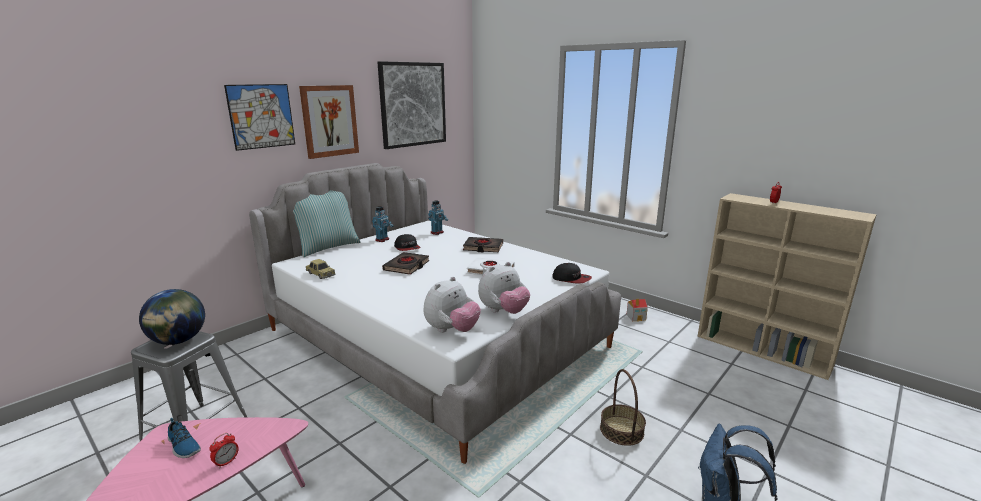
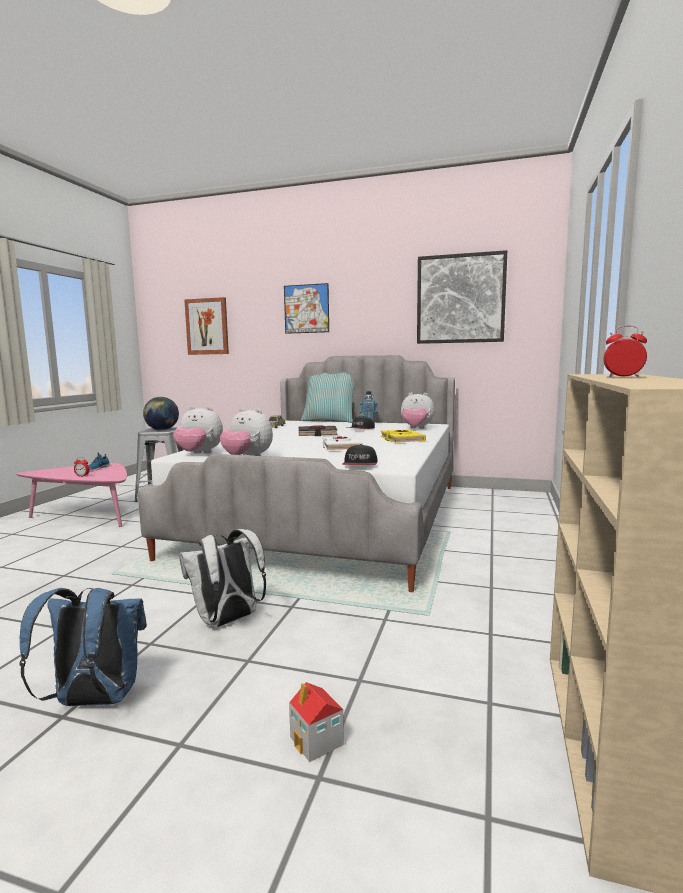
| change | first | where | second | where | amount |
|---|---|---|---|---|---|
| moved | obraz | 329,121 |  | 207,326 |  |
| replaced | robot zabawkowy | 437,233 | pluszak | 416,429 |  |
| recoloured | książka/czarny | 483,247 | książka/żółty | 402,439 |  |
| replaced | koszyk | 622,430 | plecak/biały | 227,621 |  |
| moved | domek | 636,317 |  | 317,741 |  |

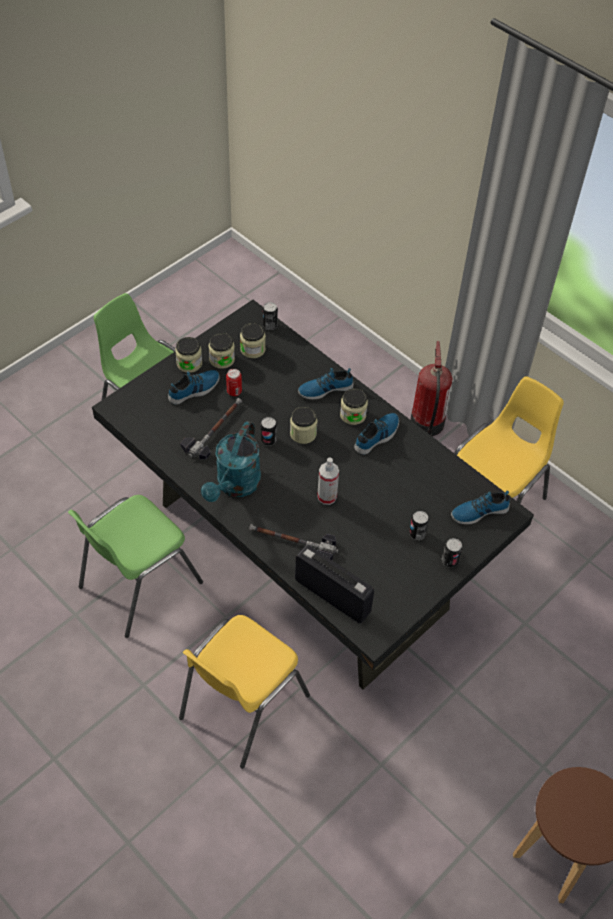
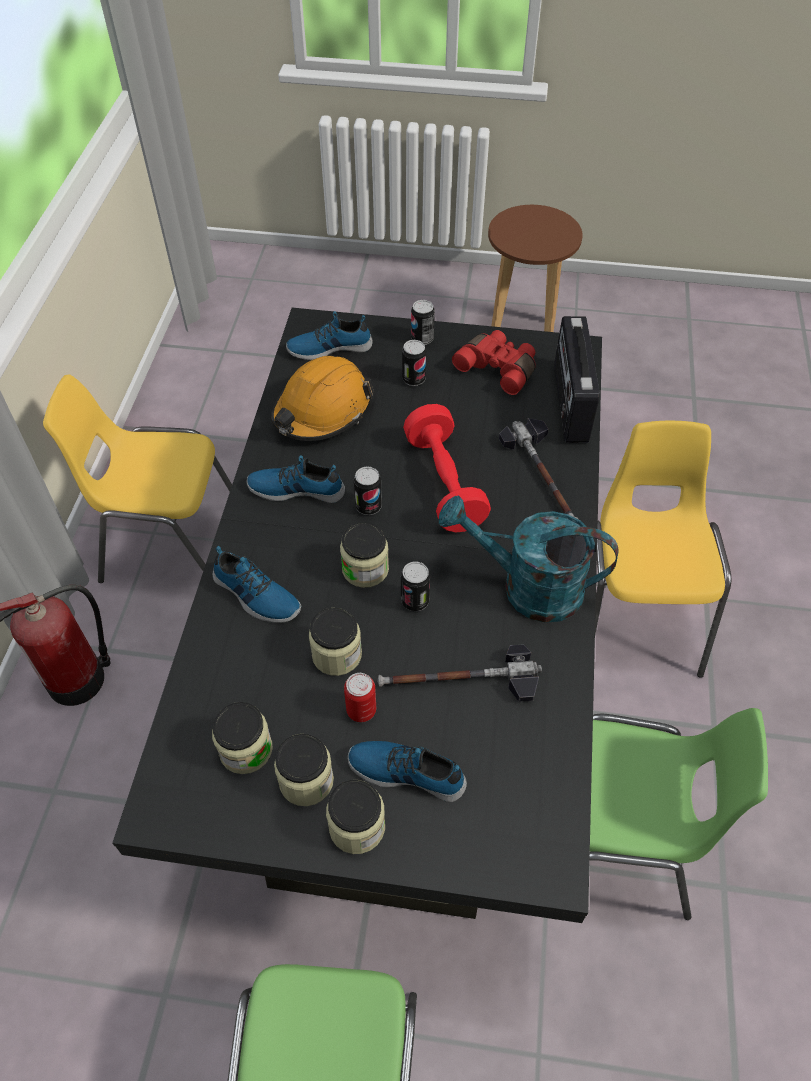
| change | first | where | second | where | amount |
|---|---|---|---|---|---|
| turned | krzesło/żółty | 242,706 |  | 634,616 | 90 degrees counterclockwise |
| turned | konewka/turkusowy | 235,486 |  | 527,587 | 150 degrees counterclockwise |
| moved | puszka | 270,325 |  | 368,506 |  |
| replaced | spryskiwacz | 327,497 | hantel/czerwony | 444,483 |  |
| moved | słoik | 353,415 |  | 337,654 |  |
| turned | but | 479,511 |  | 329,347 | 135 degrees clockwise |
| added |  |  | kask/pomarańczowy | 321,411 |  |
| added |  |  | lornetka/czerwony | 498,368 |  |

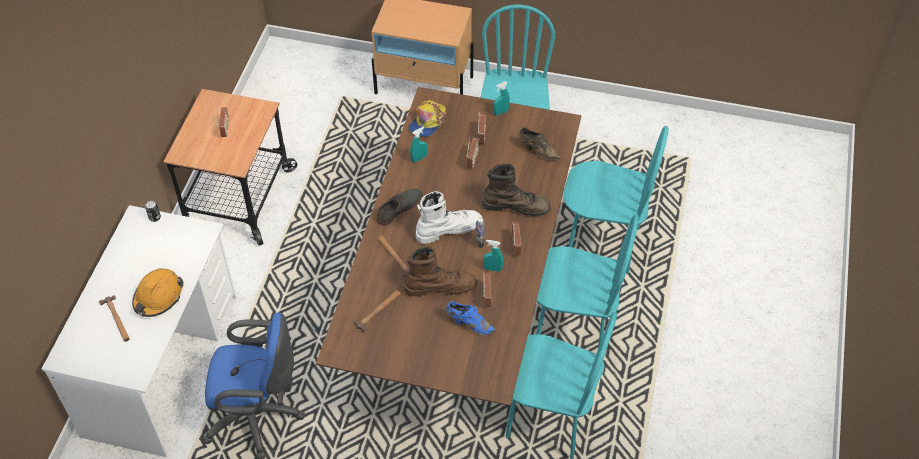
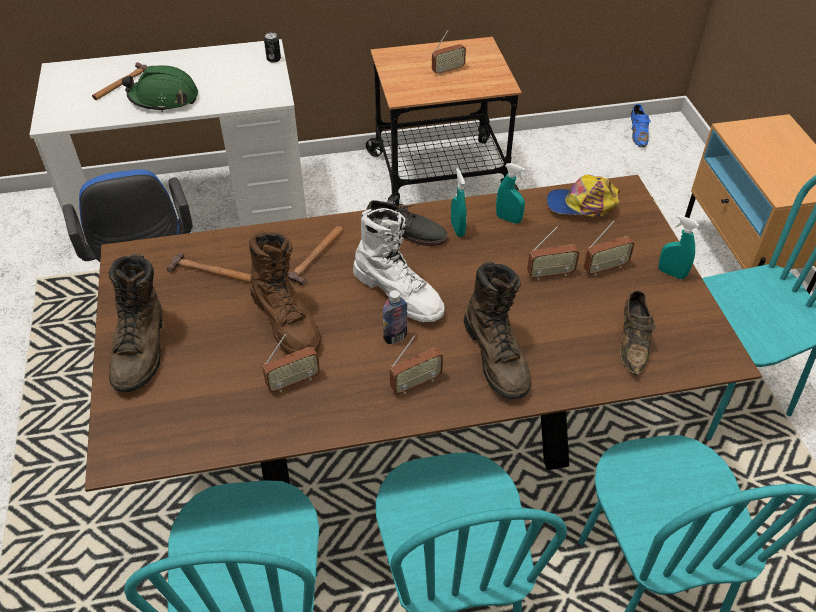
| change | first | where | second | where | amount |
|---|---|---|---|---|---|
| recoloured | kask/pomarańczowy | 158,297 | kask/zielony | 164,98 |  |
| moved | but/niebieski | 469,324 |  | 637,135 |  |
| moved | spryskiwacz/turkusowy | 492,269 |  | 457,229 |  |
| added |  |  | but z cholewką/brązowy | 142,349 |  |

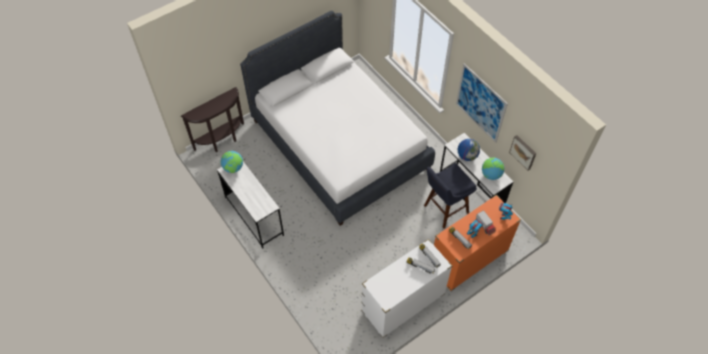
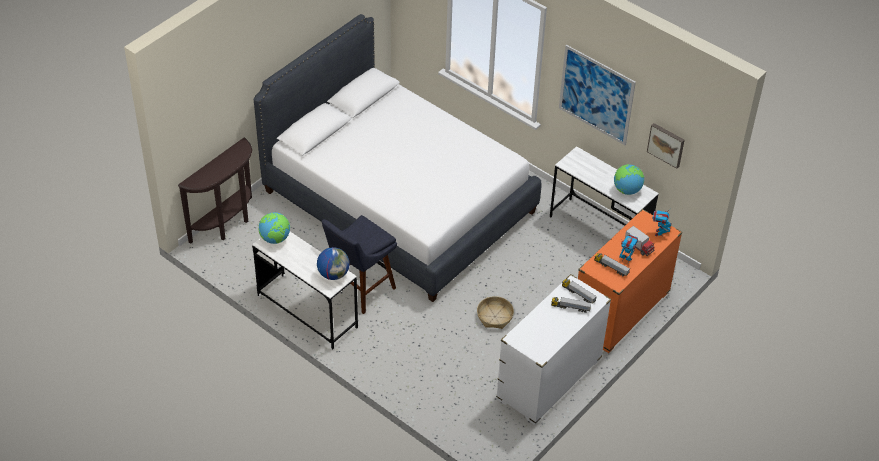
| change | first | where | second | where | amount |
|---|---|---|---|---|---|
| moved | stołek/niebieski | 444,210 |  | 360,291 |  |
| moved | globus | 467,156 |  | 333,274 |  |
| added |  |  | koszyk | 494,316 |  |

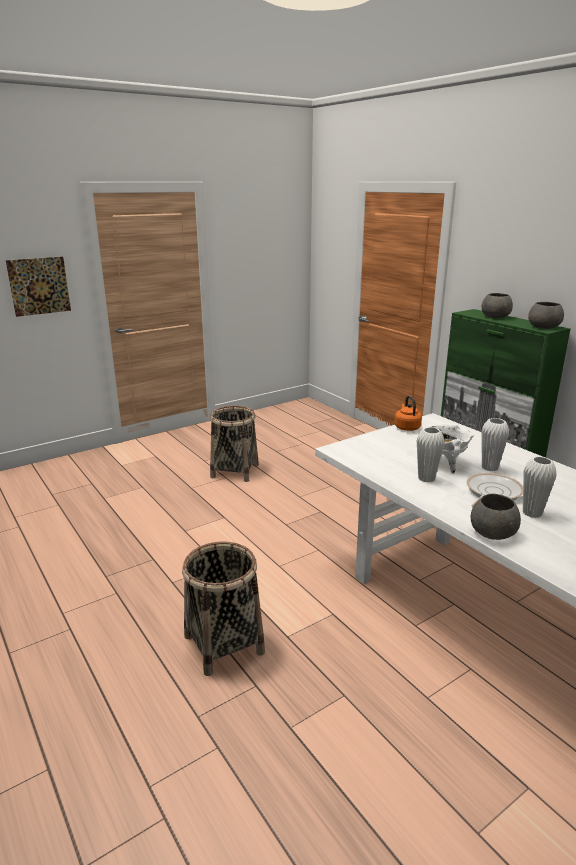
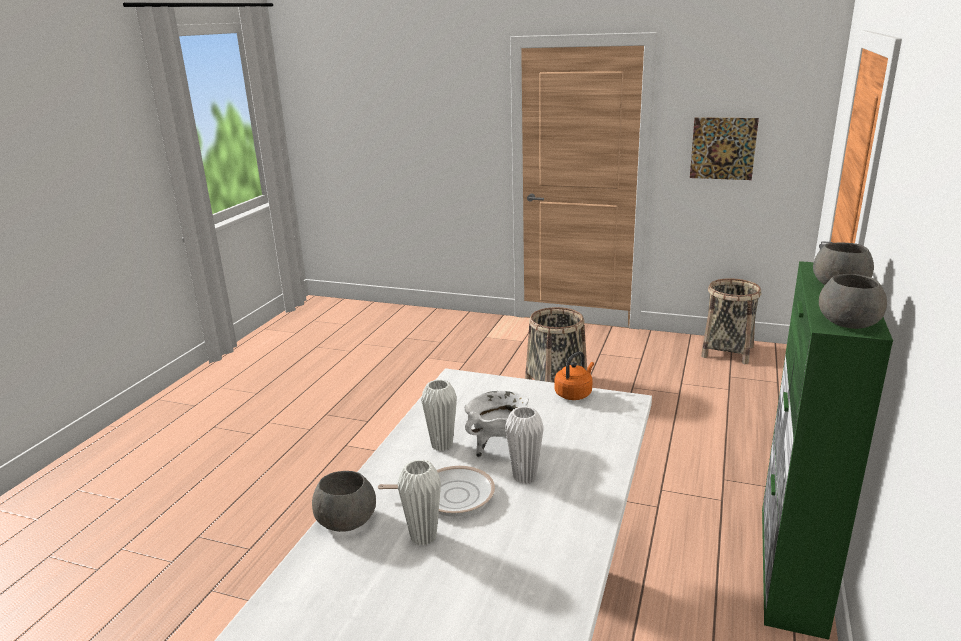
| change | first | where | second | where | amount |
|---|---|---|---|---|---|
| moved | obraz | 39,286 |  | 723,148 |  |
| moved | koszyk | 224,644 |  | 727,352 |  |

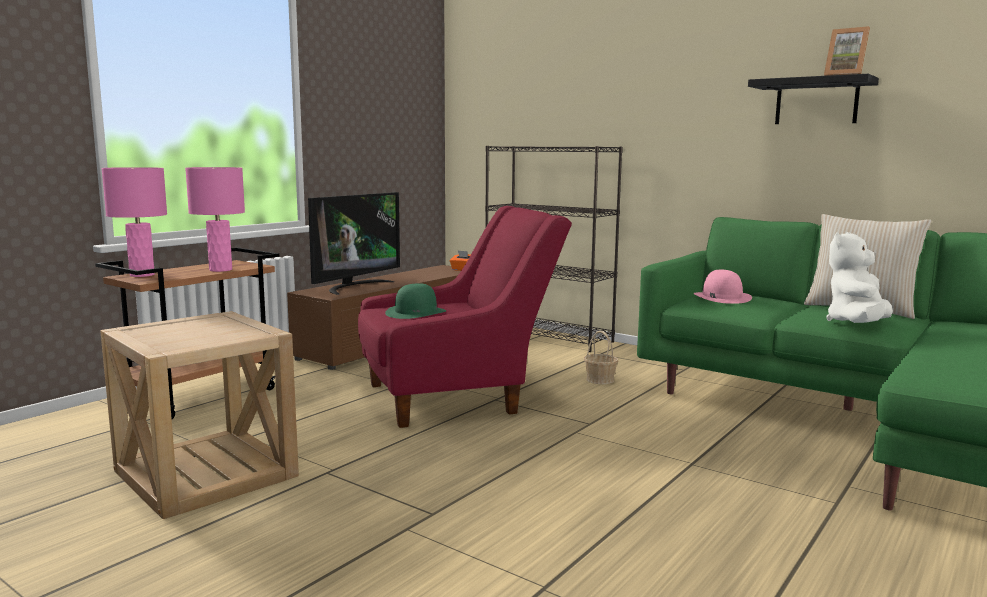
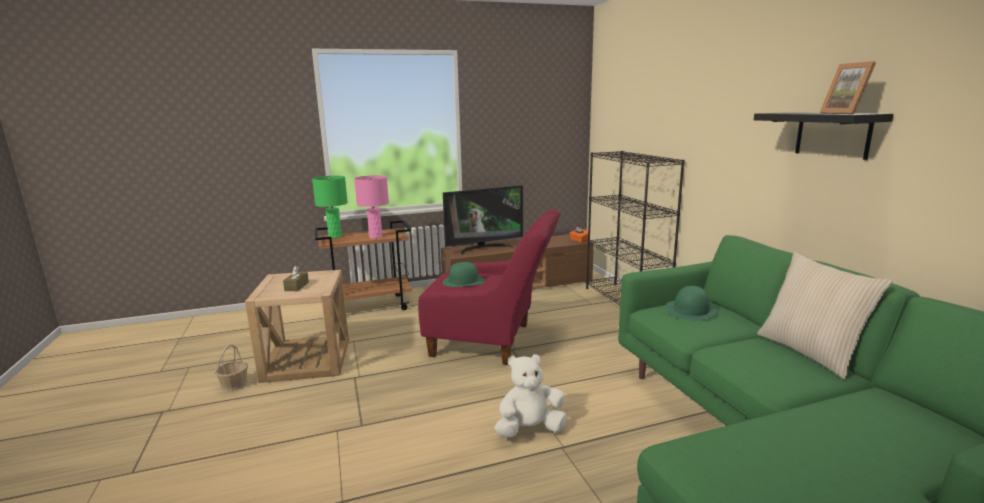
| change | first | where | second | where | amount |
|---|---|---|---|---|---|
| recoloured | lampa stołowa/różowy | 142,275 | lampa stołowa/zielony | 335,236 |  |
| moved | koszyk | 600,380 |  | 234,385 |  |
| recoloured | kapelusz/różowy | 721,297 | kapelusz/zielony | 691,310 |  |
| moved | pluszak/biały | 857,324 |  | 530,430 |  |
| added |  |  | pudełko chusteczek/brązowy | 296,286 |  |

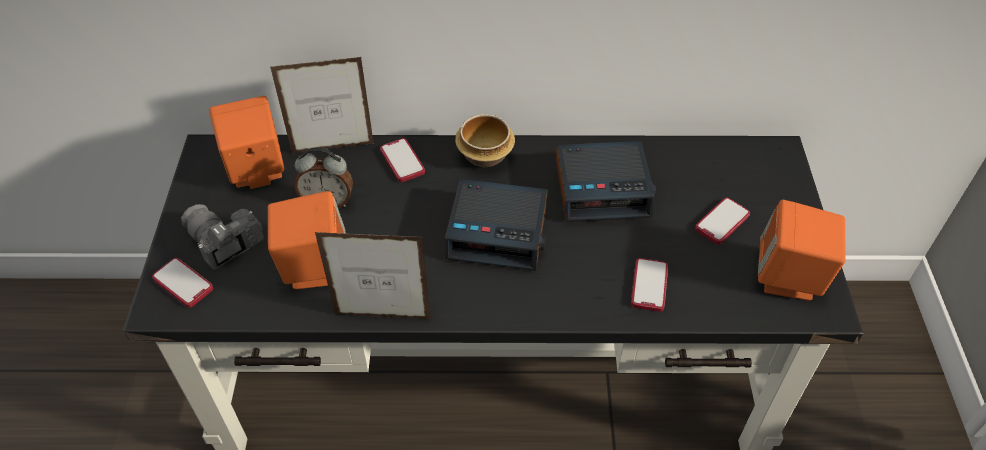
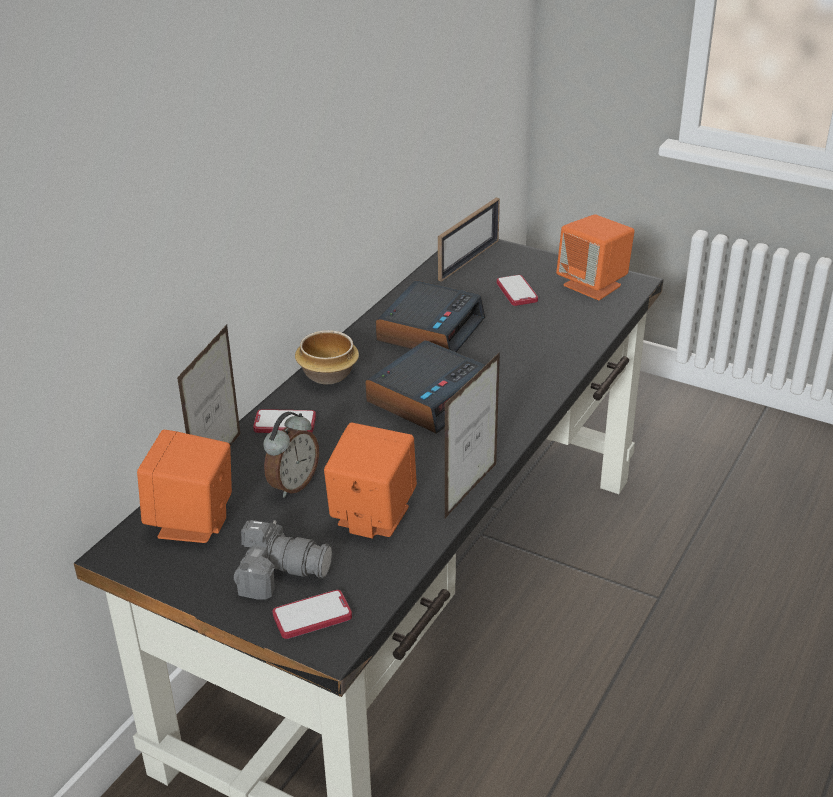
| change | first | where | second | where | amount |
|---|---|---|---|---|---|
| turned | aparat fotograficzny | 223,243 |  | 280,572 | 150 degrees counterclockwise |
| removed | telefon | 649,286 |  |  |  |
| added |  |  | ramka na zdjęcie | 469,260 |  |

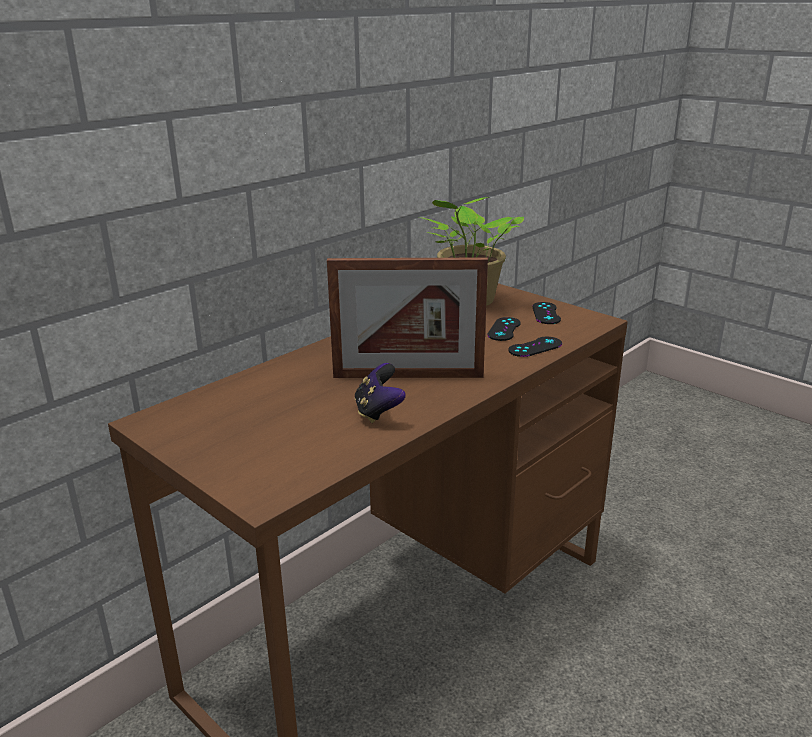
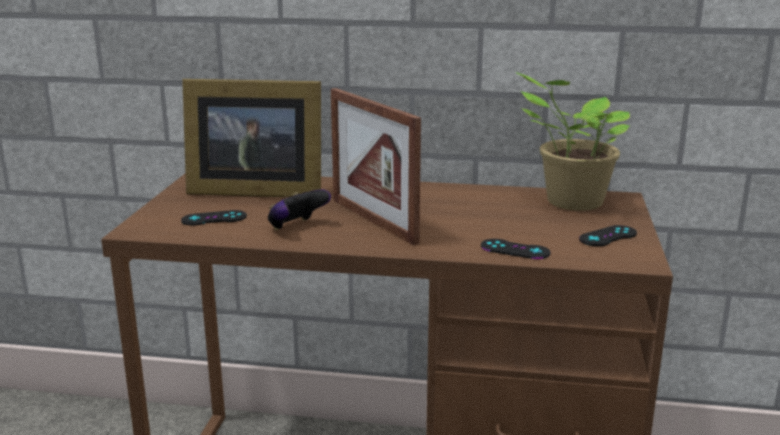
| change | first | where | second | where | amount |
|---|---|---|---|---|---|
| moved | pad do gier/czarny | 504,329 |  | 214,218 |  |
| added |  |  | ramka na zdjęcie | 253,190 |  |

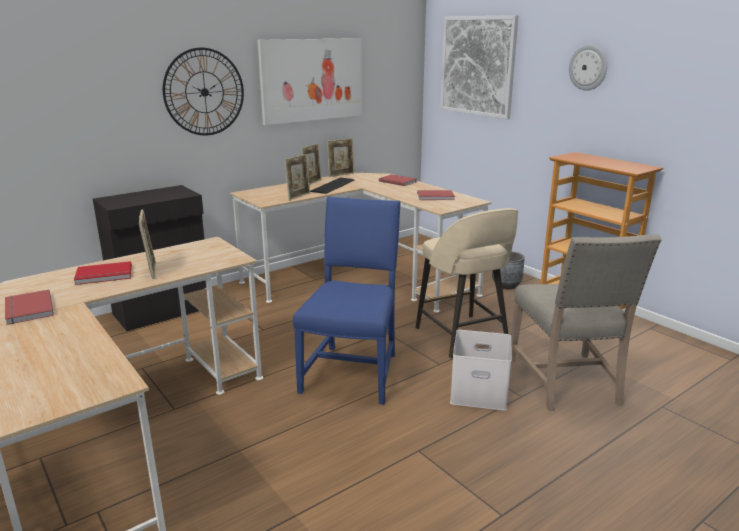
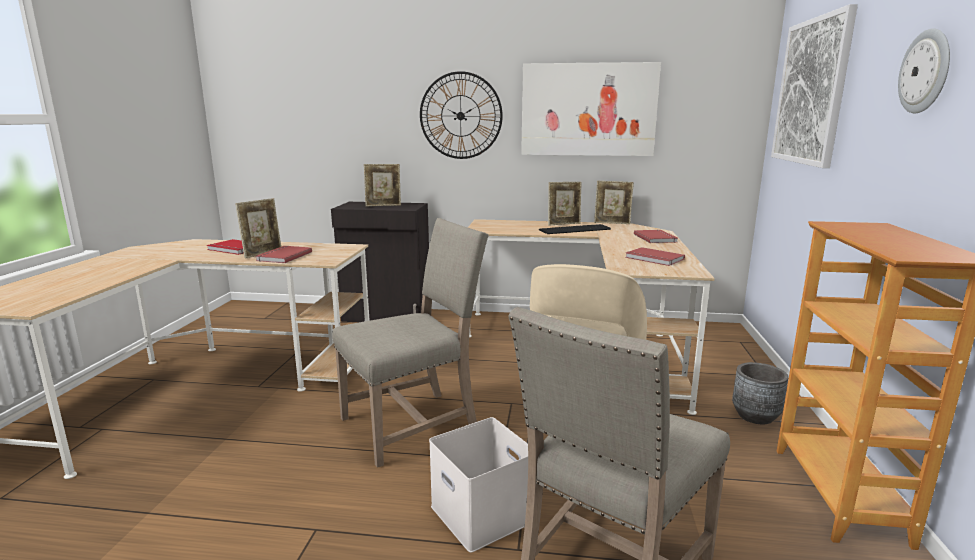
| change | first | where | second | where | amount |
|---|---|---|---|---|---|
| moved | książka/czerwony | 27,309 |  | 283,256 |  |
| moved | ramka na zdjęcie | 298,196 |  | 383,205 |  |
| recoloured | krzesło/niebieski | 352,371 | krzesło/beżowy | 414,423 |  |

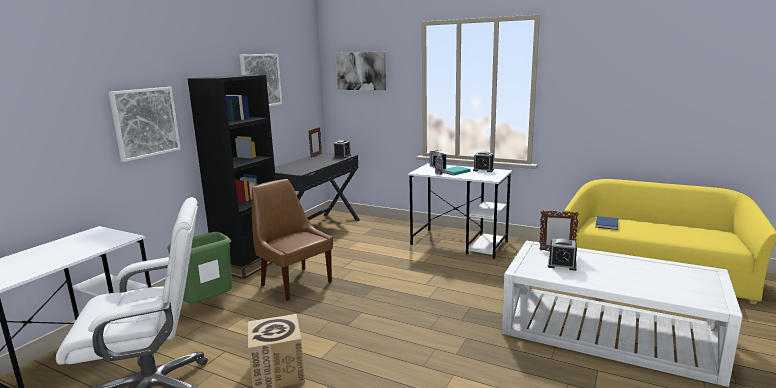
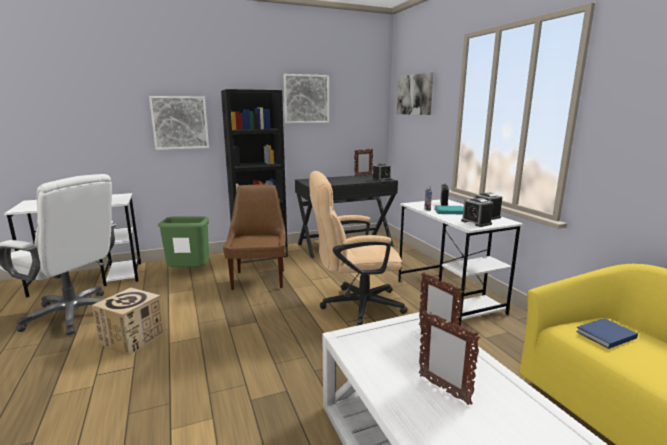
| change | first | where | second | where | amount |
|---|---|---|---|---|---|
| moved | budzik | 562,265 |  | 476,222 |  |
| added |  |  | krzesło biurowe/beżowy | 354,305 |  |
| added |  |  | ramka na zdjęcie | 443,389 |  |

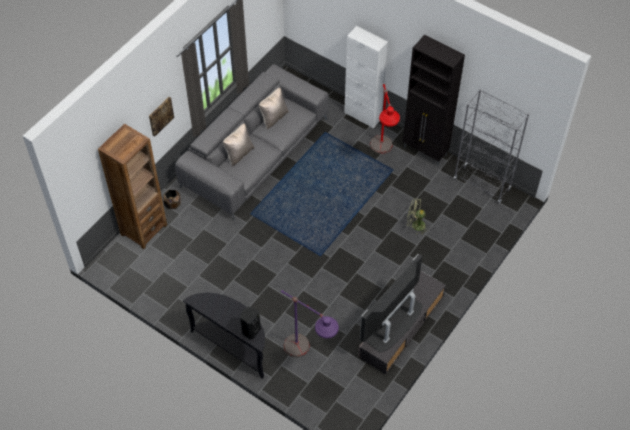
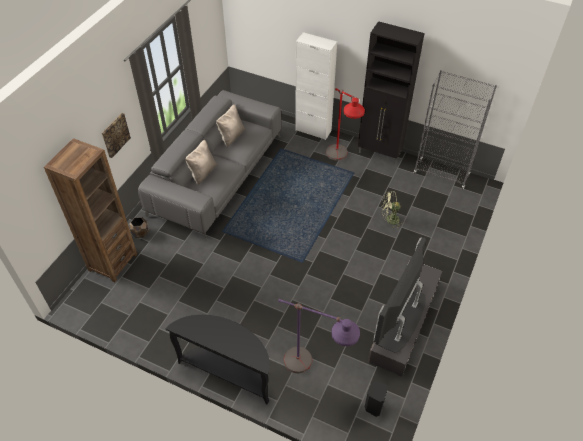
| change | first | where | second | where | amount |
|---|---|---|---|---|---|
| moved | głośnik/czarny | 250,330 |  | 373,406 |  |

